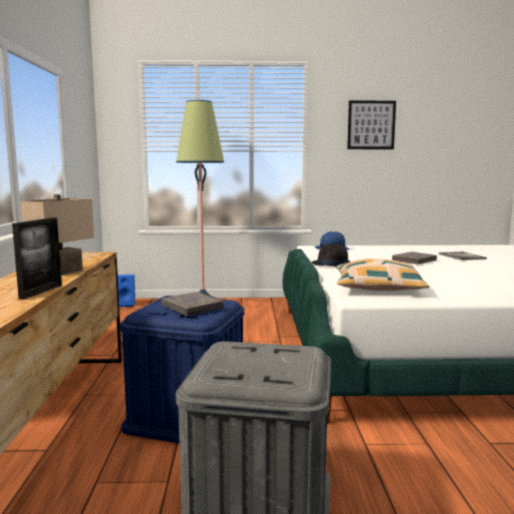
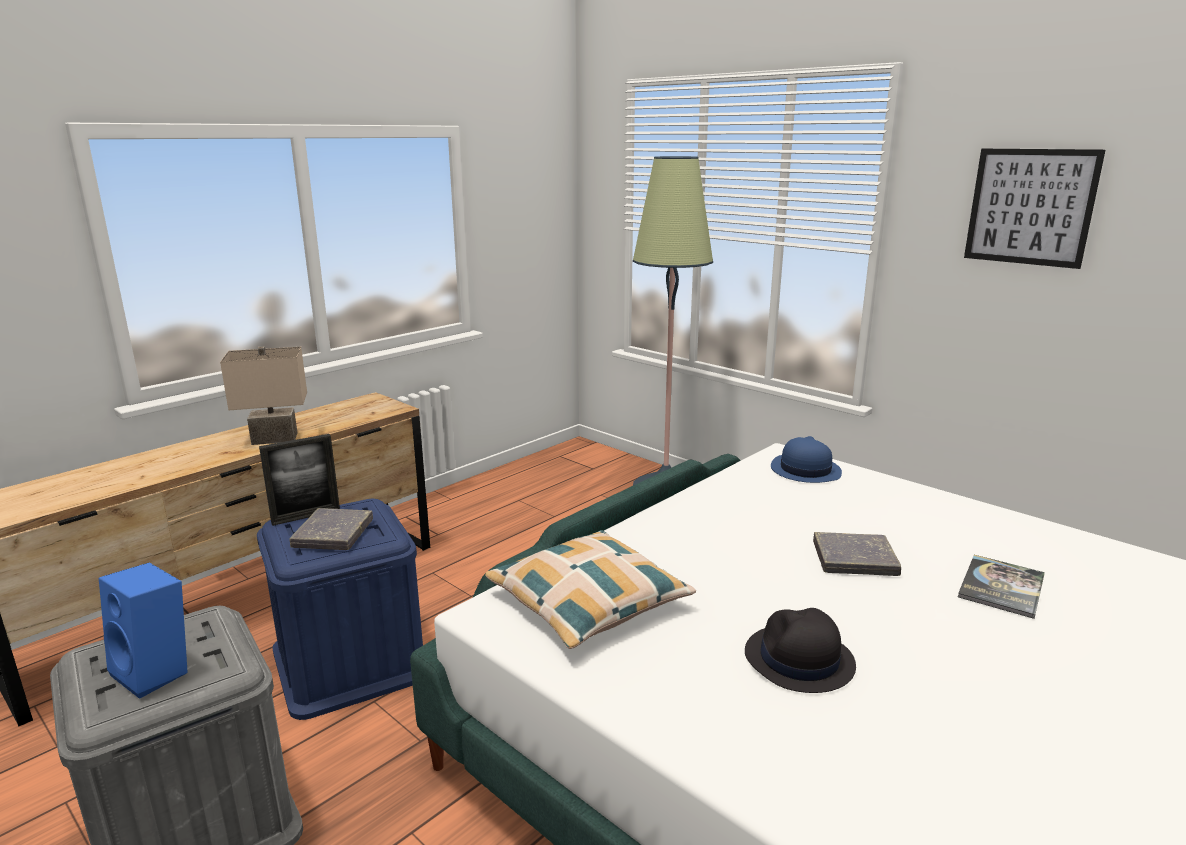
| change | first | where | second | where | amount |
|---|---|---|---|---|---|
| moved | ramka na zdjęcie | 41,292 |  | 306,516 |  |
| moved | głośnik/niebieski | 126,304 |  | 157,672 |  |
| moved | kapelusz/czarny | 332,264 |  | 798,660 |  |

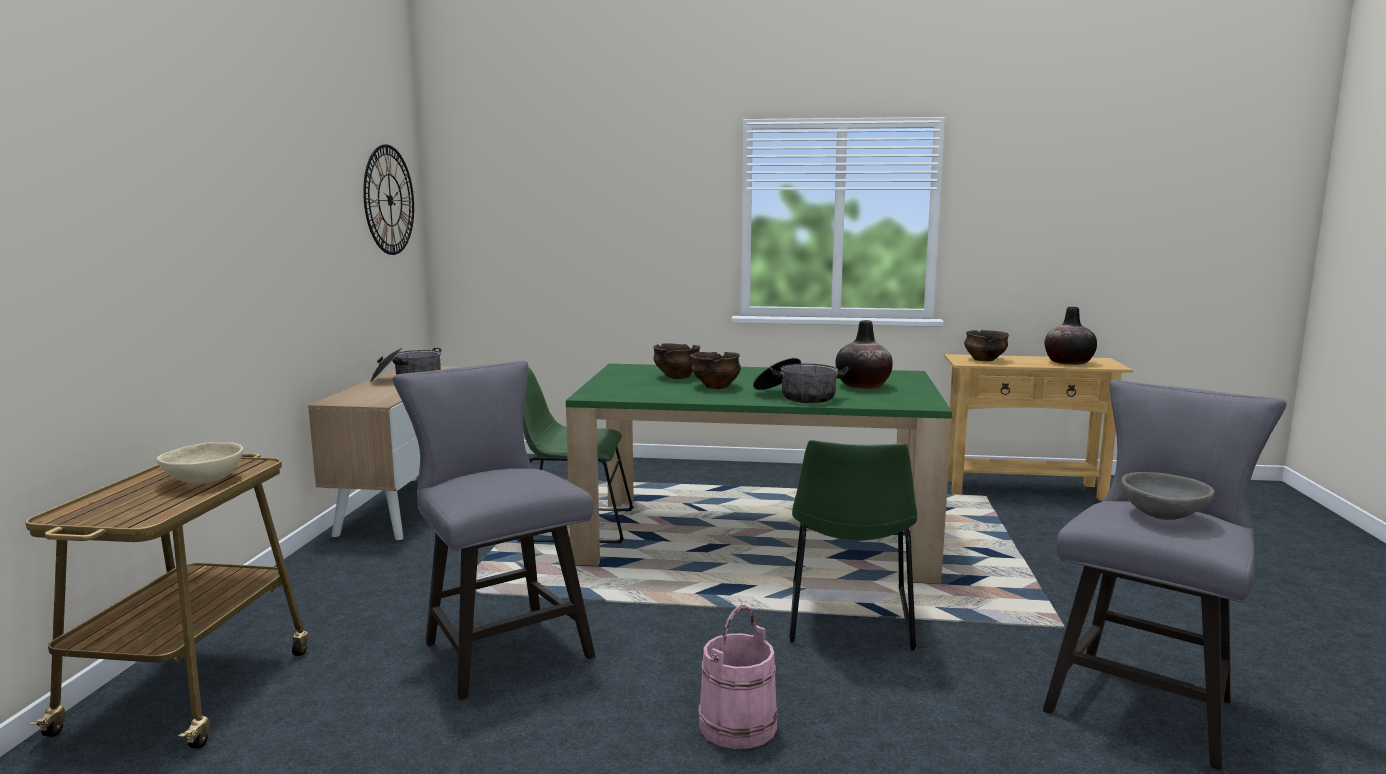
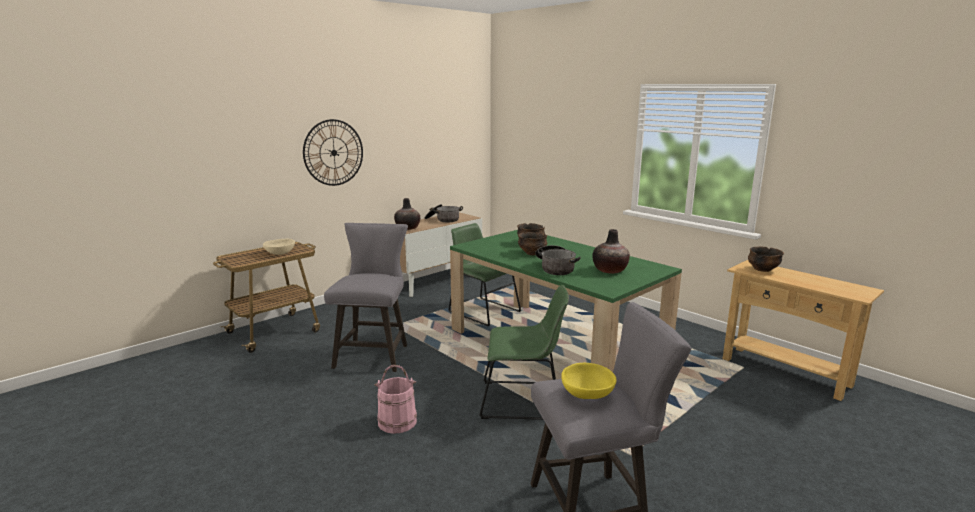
| change | first | where | second | where | amount |
|---|---|---|---|---|---|
| moved | zegar ścienny | 389,200 |  | 333,152 |  |
| turned | krzesło/zielony | 849,619 |  | 524,401 | 135 degrees counterclockwise |
| moved | wazon | 1068,362 |  | 407,228 |  |
| recoloured | miska/szary | 1163,515 | miska/żółty | 586,394 |  |

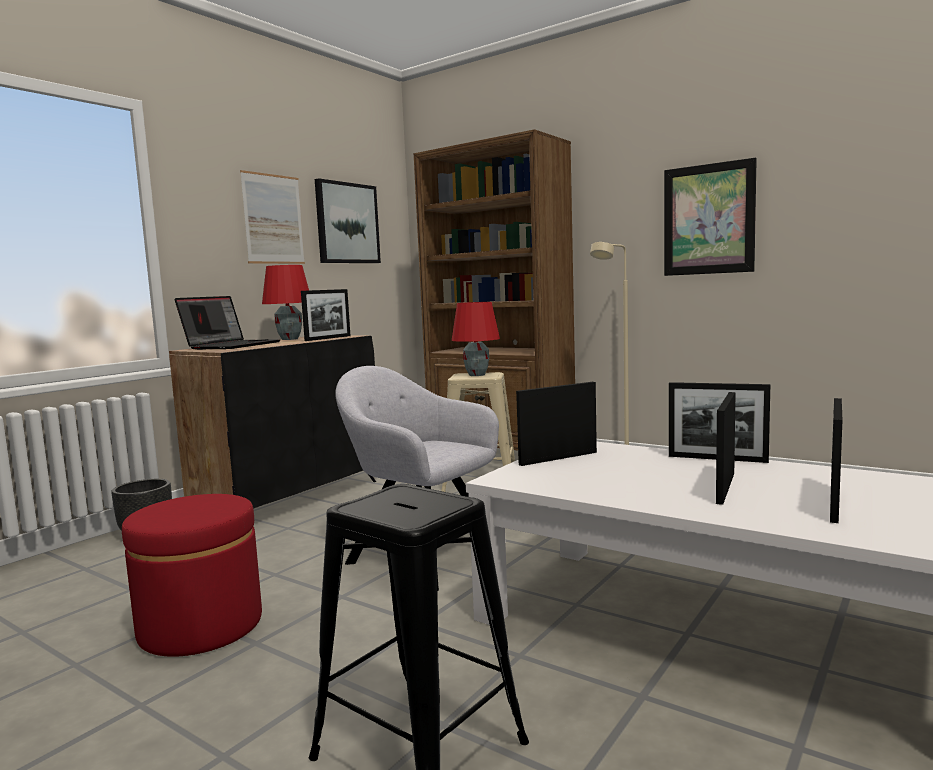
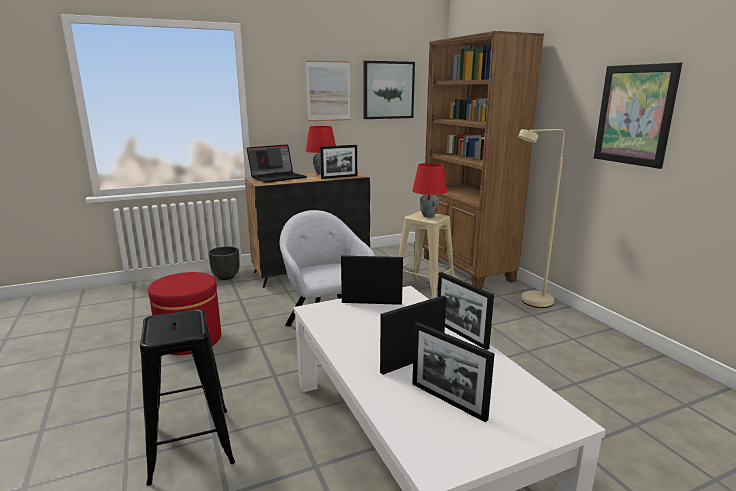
| change | first | where | second | where | amount |
|---|---|---|---|---|---|
| turned | ramka na zdjęcie | 834,503 |  | 448,401 | 75 degrees clockwise |

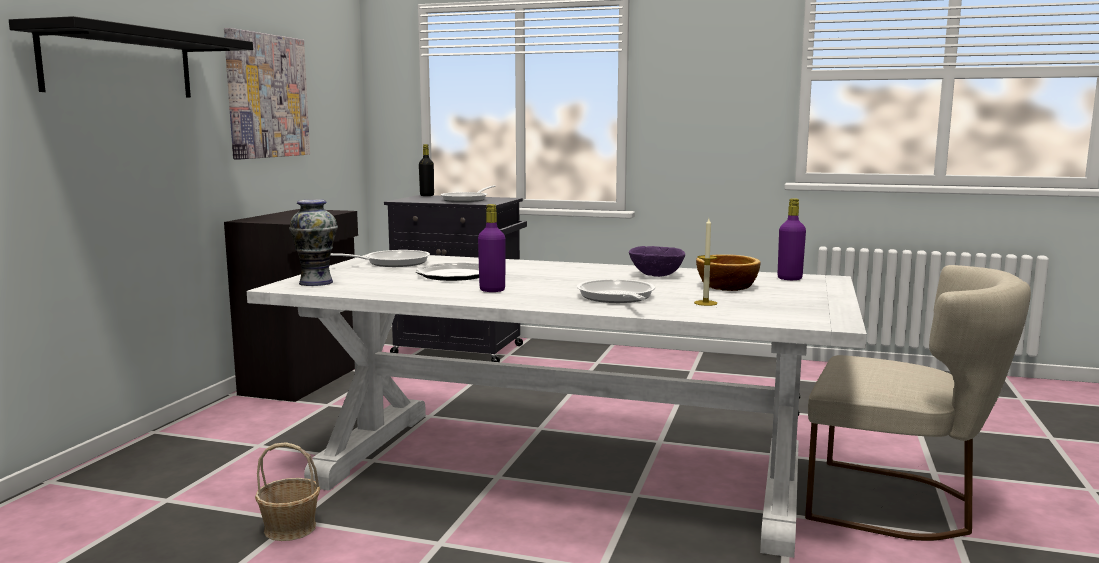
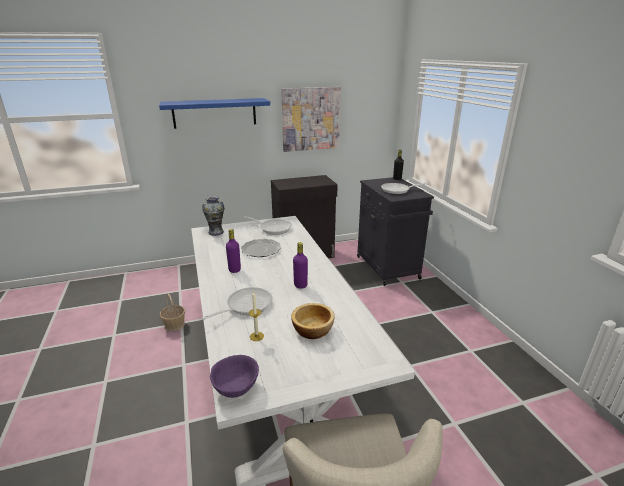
| change | first | where | second | where | amount |
|---|---|---|---|---|---|
| recoloured | półka/czarny | 119,64 | półka/niebieski | 214,113 |  |
| moved | miska/fioletowy | 656,275 |  | 236,387 |  |
| moved | butelka/fioletowy | 789,278 |  | 300,285 |  |

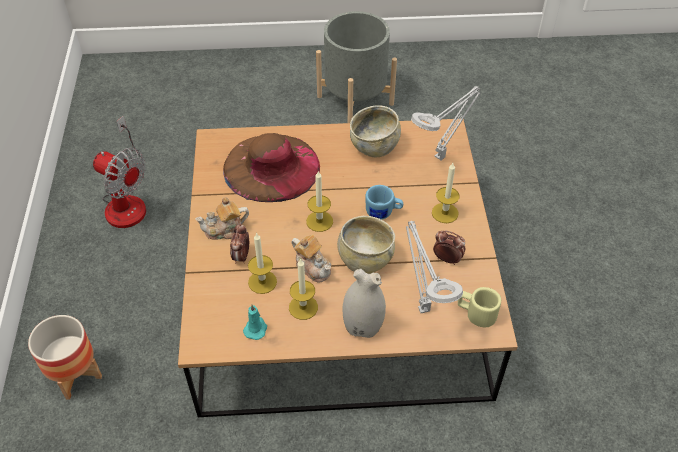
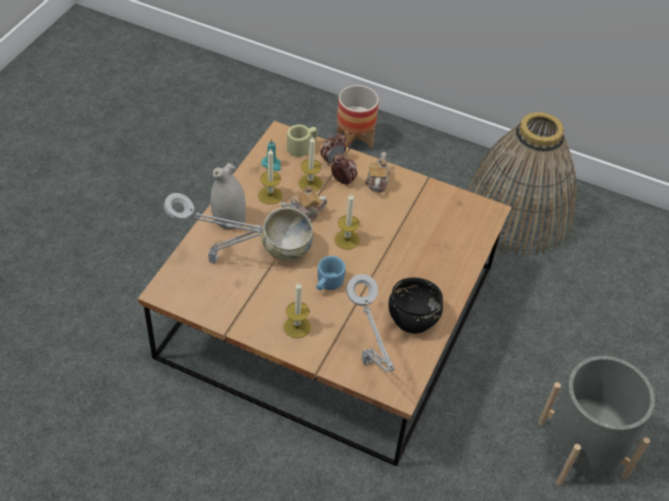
| change | first | where | second | where | amount |
|---|---|---|---|---|---|
| replaced | wentylator | 127,200 | koszyk | 517,213 |  |
| removed | kapelusz/brązowy | 271,167 |  |  |  |
| recoloured | miska/beżowy | 374,146 | miska/czarny | 413,319 |  |
| moved | budzik | 447,259 |  | 332,160 |  |
| moved | kubek/beżowy | 476,313 |  | 302,147 |  |

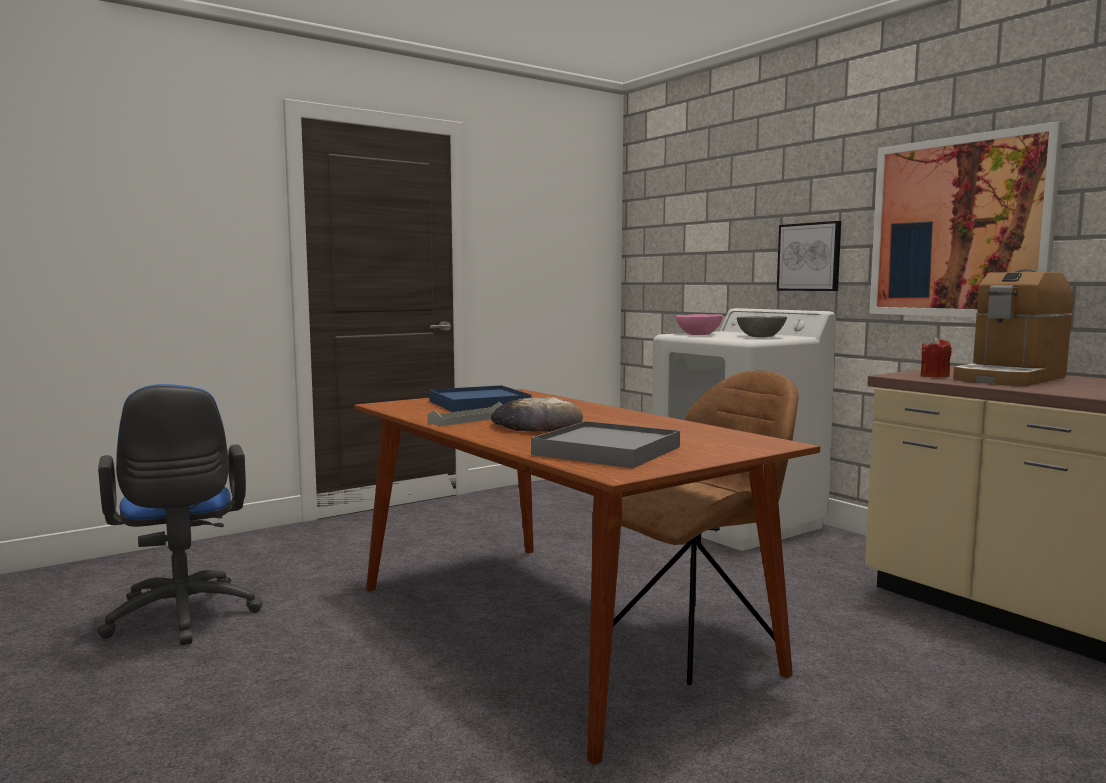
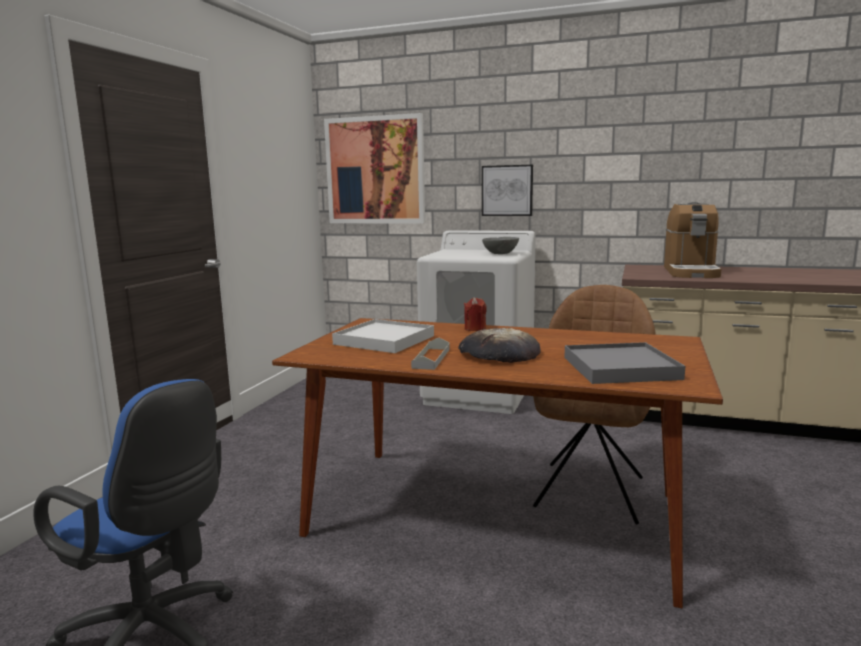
| change | first | where | second | where | amount |
|---|---|---|---|---|---|
| recoloured | taca/niebieski | 479,404 | taca/biały | 384,340 |  |
| removed | miska/różowy | 698,334 |  |  |  |
| moved | obraz | 958,227 |  | 375,170 |  |
| moved | świeca/czerwony | 934,376 |  | 475,328 |  |

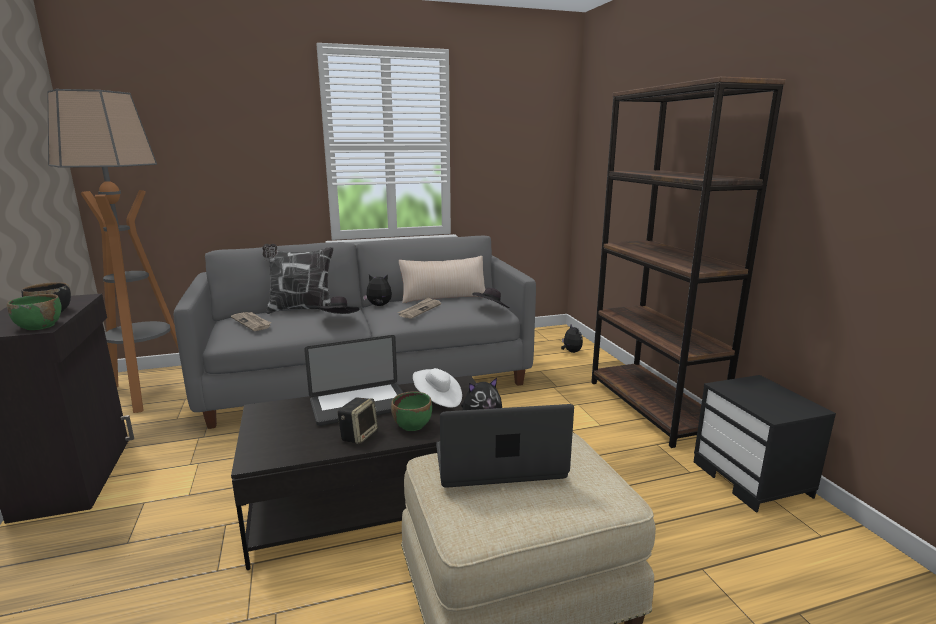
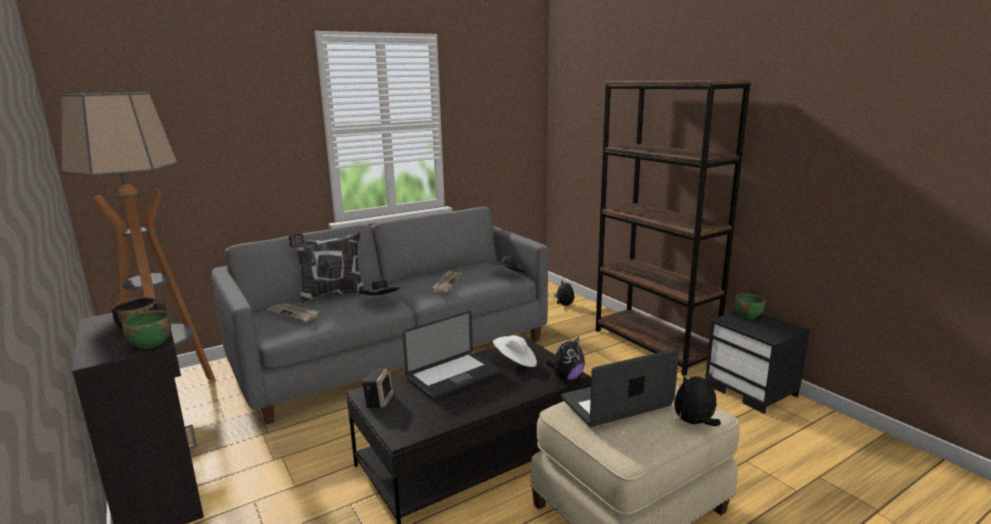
| change | first | where | second | where | amount |
|---|---|---|---|---|---|
| moved | głośnik | 359,435 |  | 379,401 |  |
| moved | pluszak | 379,306 |  | 694,423 |  |
| moved | miska/zielony | 412,425 |  | 747,315 |  |
| removed | poduszka/beżowy | 443,297 |  |  |  |

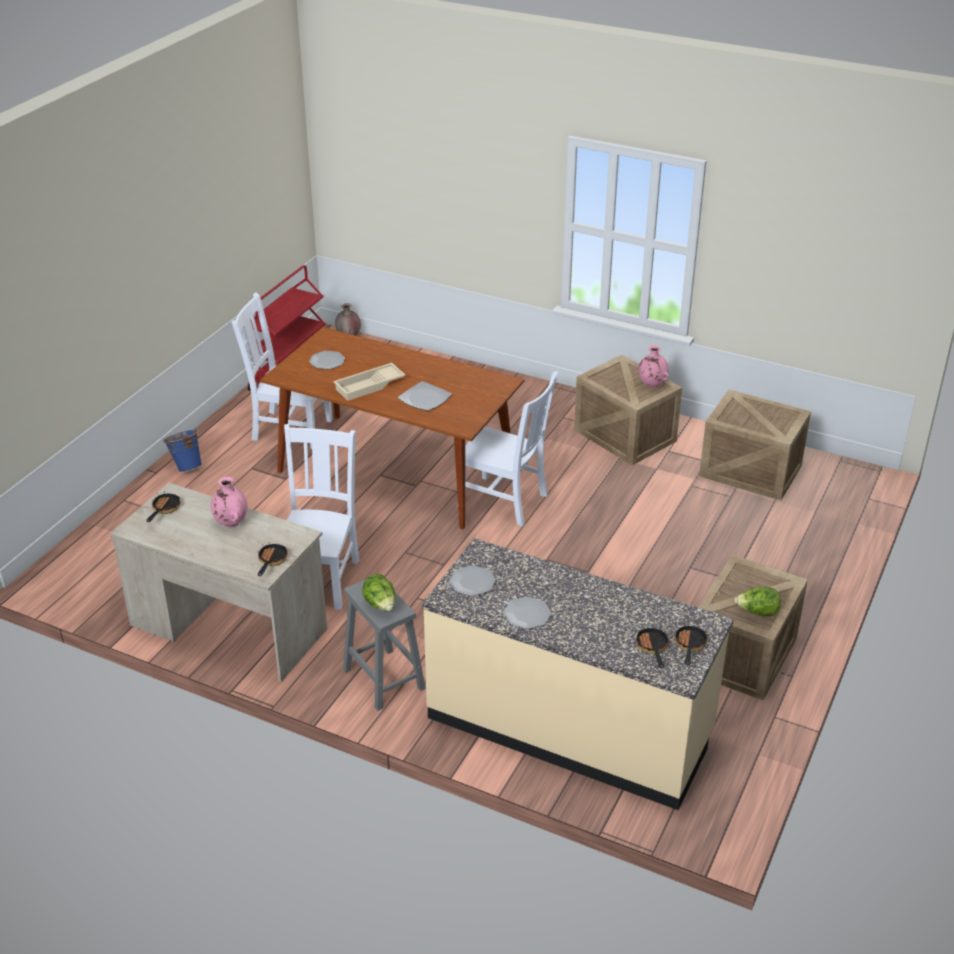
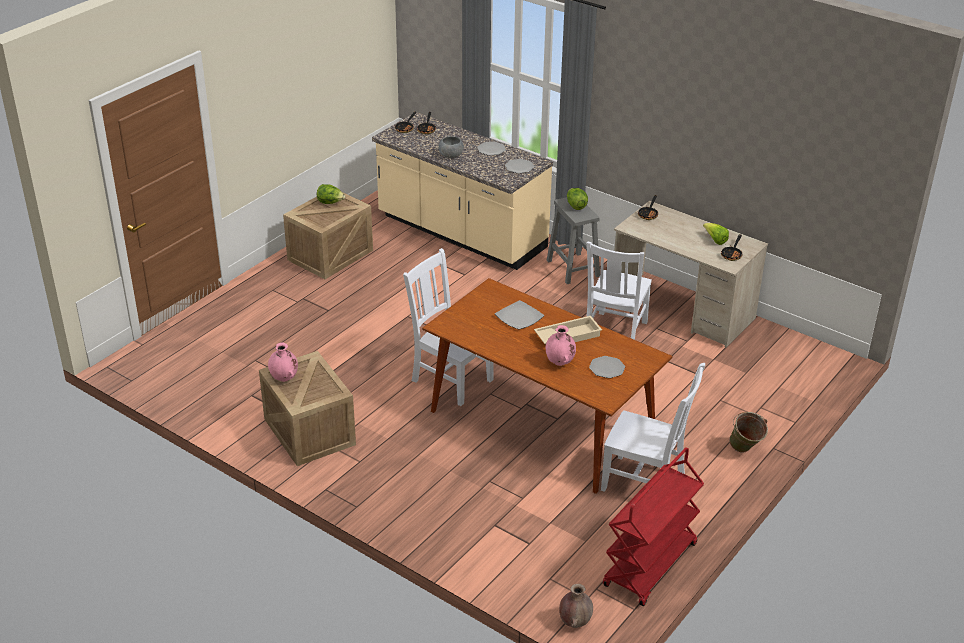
| change | first | where | second | where | amount |
|---|---|---|---|---|---|
| recoloured | wiadro/niebieski | 186,466 | wiadro/zielony | 744,451 |  |
| moved | wazon/różowy | 231,523 |  | 560,363 |  |
| removed | skrzynka | 748,471 |  |  |  |
| added |  |  | miska/szary | 451,155 |  |
| added |  |  | sałata | 715,240 |  |

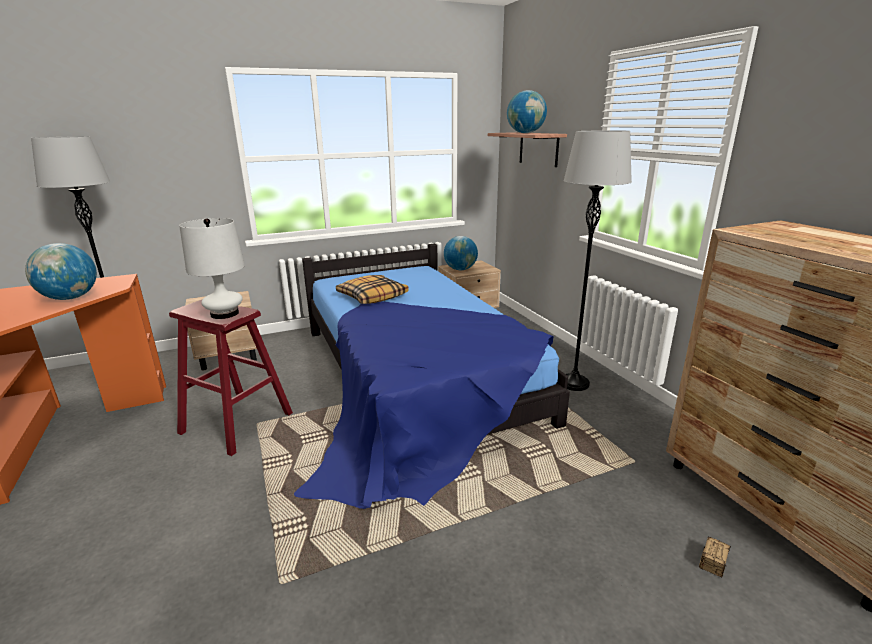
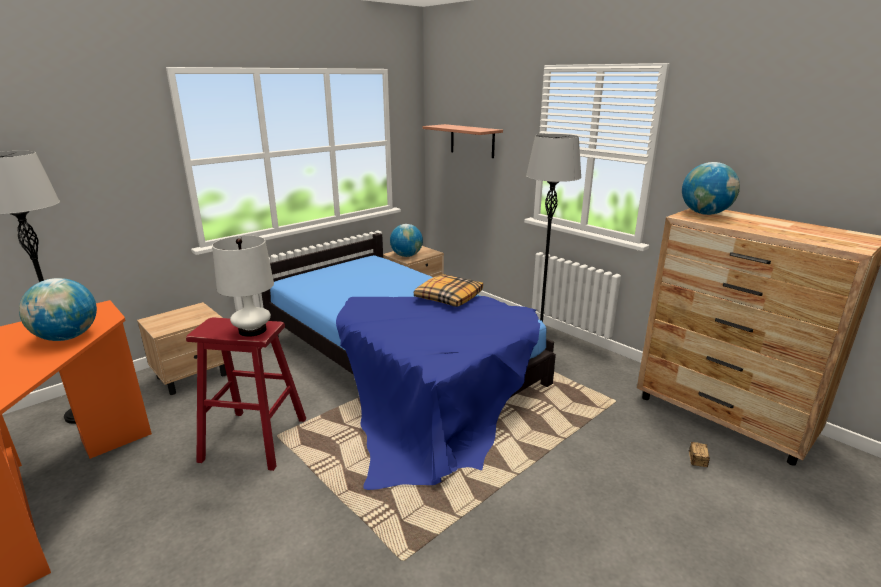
| change | first | where | second | where | amount |
|---|---|---|---|---|---|
| moved | poduszka | 372,296 |  | 448,297 |  |
| moved | globus | 525,133 |  | 705,213 |  |

